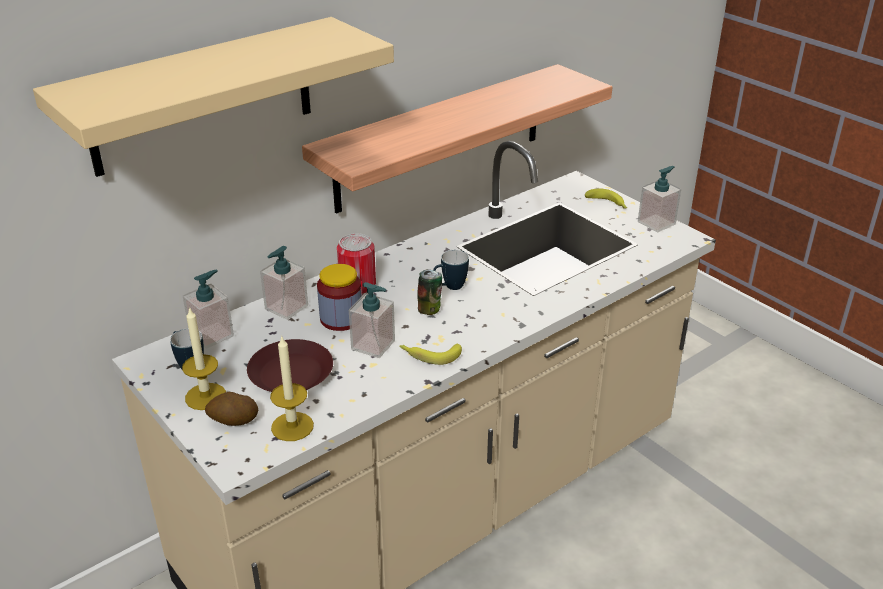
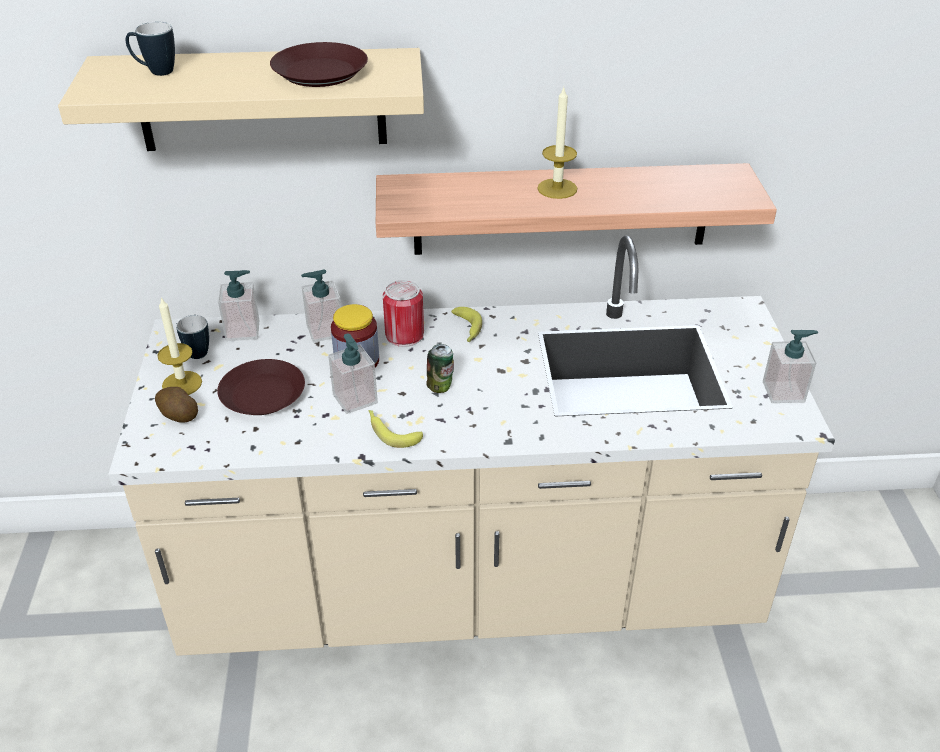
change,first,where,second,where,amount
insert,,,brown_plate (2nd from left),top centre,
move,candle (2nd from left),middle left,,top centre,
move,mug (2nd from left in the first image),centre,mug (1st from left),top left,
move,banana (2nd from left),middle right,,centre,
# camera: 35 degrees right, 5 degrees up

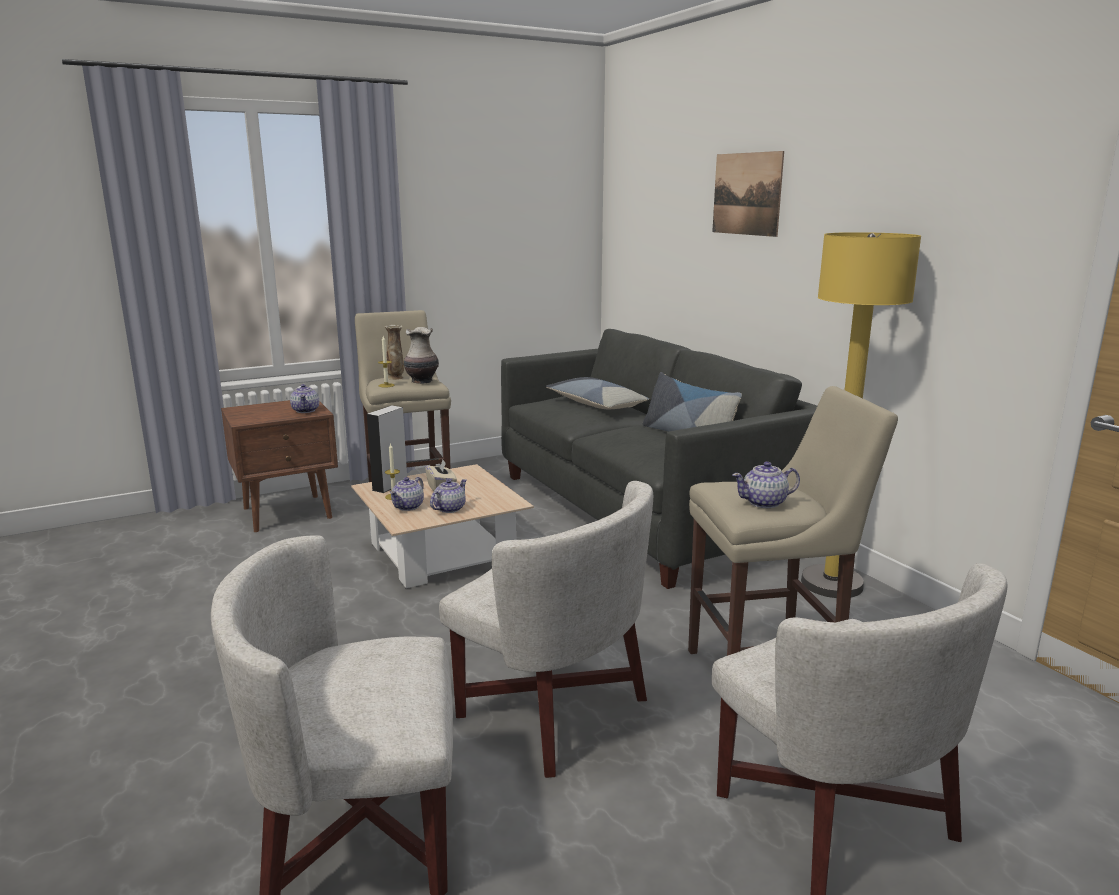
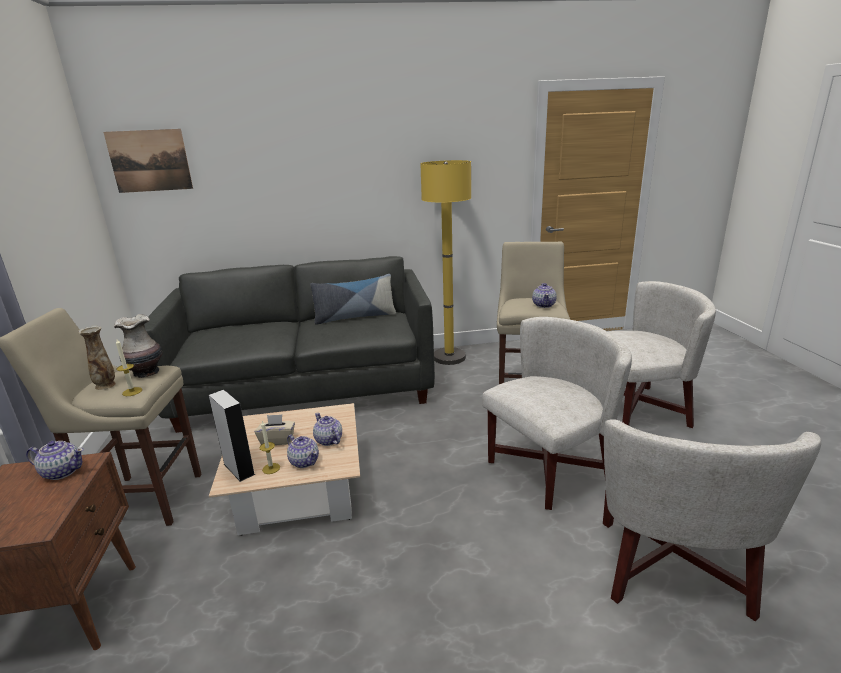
change,first,where,second,where,amount
delete,pillow (1st from left),centre,,,
move,picture,top right,,top left,
# camera: 70 degrees left, 5 degrees up

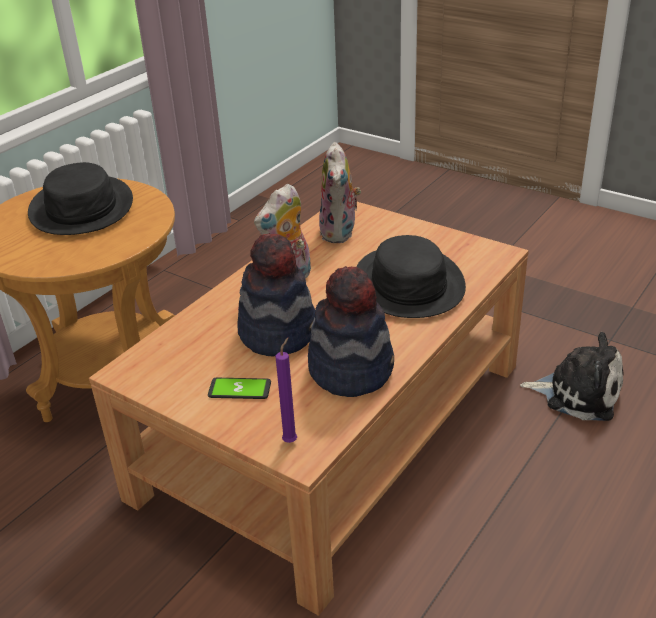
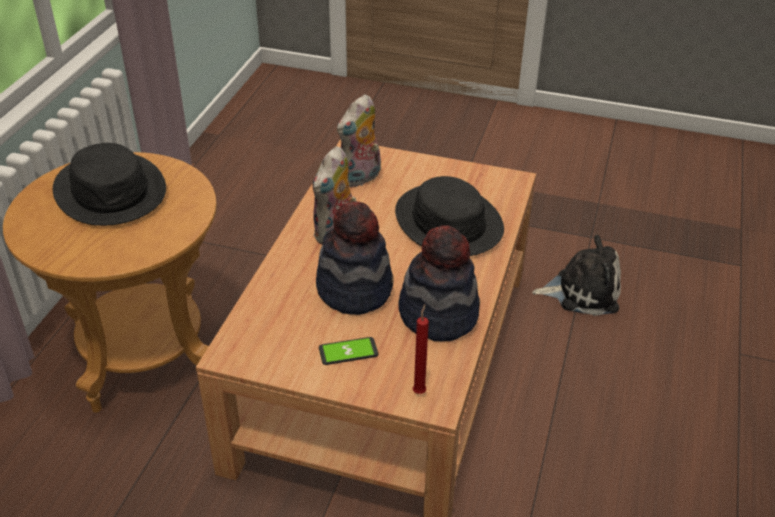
change,first,where,second,where,amount
recolor,purple_candle,centre,red_candle,bottom centre,
rotate,plush_toy (2nd from left),top centre,,top centre,60 degrees clockwise
# camera: 20 degrees left, 5 degrees up

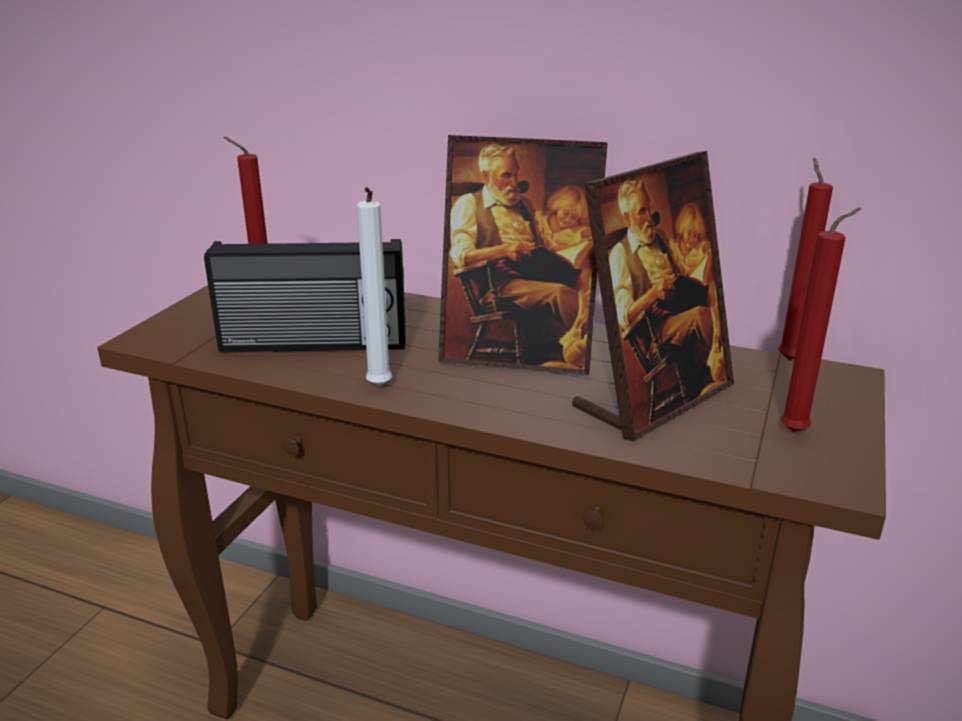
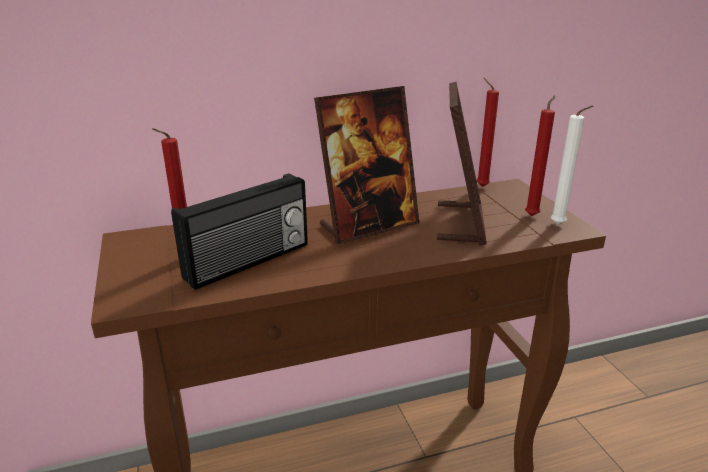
change,first,where,second,where,amount
move,white_candle,centre,,middle right,
# camera: 40 degrees left, 0 degrees up

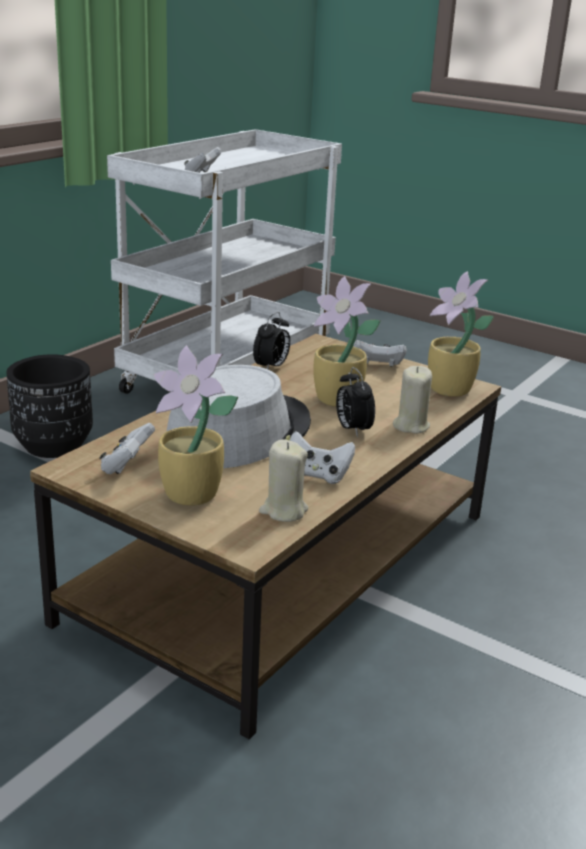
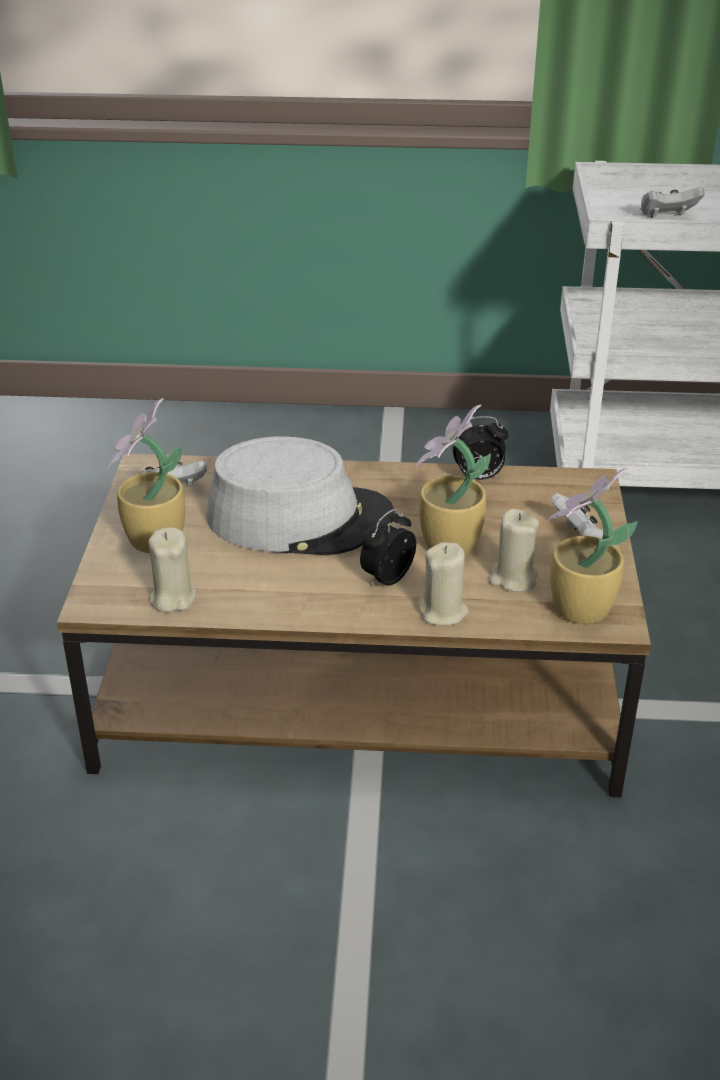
change,first,where,second,where,amount
delete,black_planter,middle left,,,
delete,white_game_controller (3rd from left),centre,,,
insert,,,beige_candle (3rd from left),middle right,
# camera: 60 degrees right, 10 degrees up

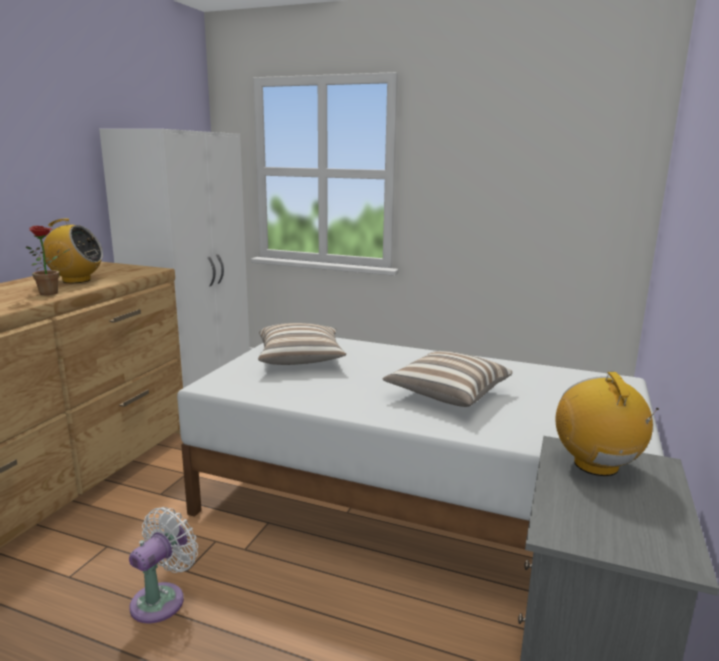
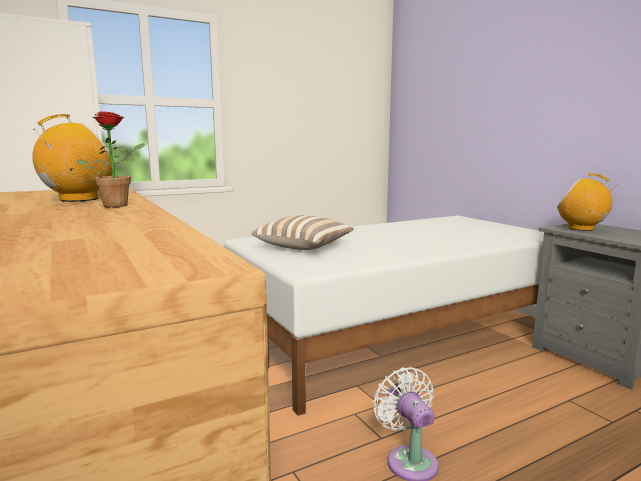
change,first,where,second,where,amount
delete,pillow (2nd from left),centre,,,
# camera: 50 degrees left, 5 degrees down

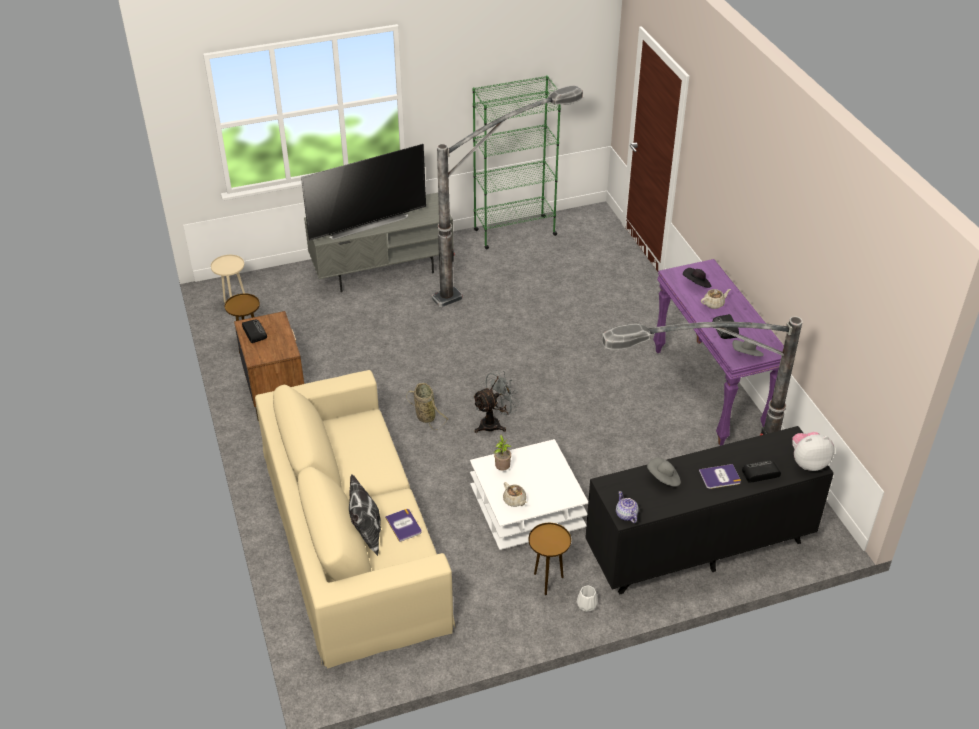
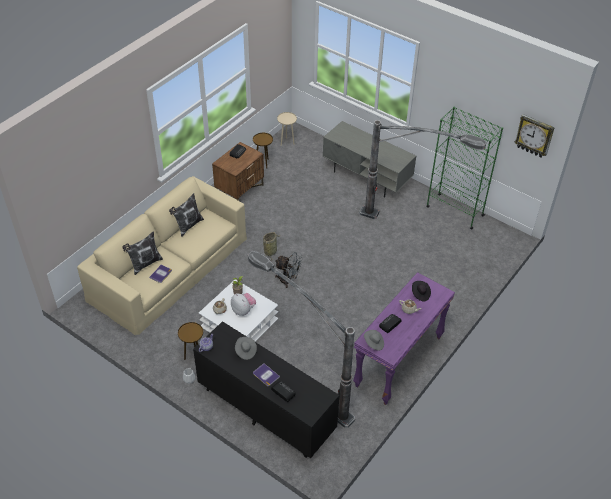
change,first,where,second,where,amount
delete,television,top centre,,,
insert,,,pillow (2nd from left),middle left,
insert,,,wall_clock,top right,
move,plush_toy,middle right,,centre,
# camera: 55 degrees right, 5 degrees up

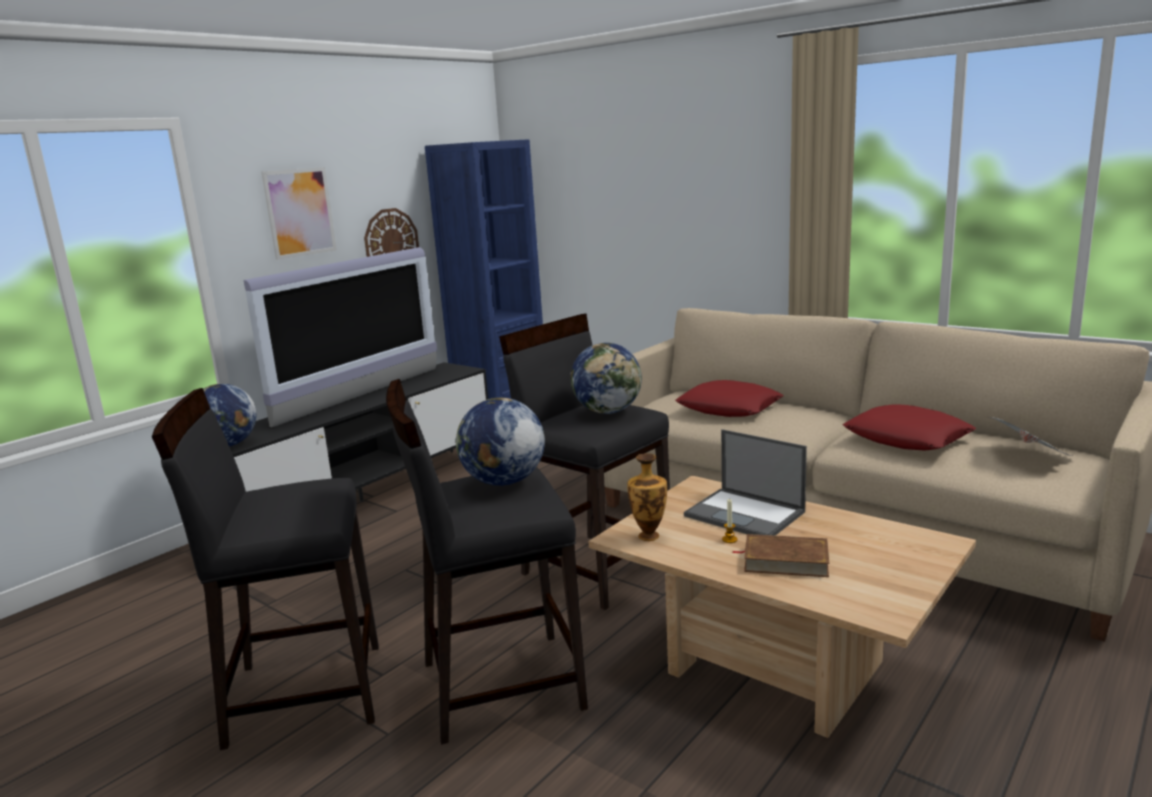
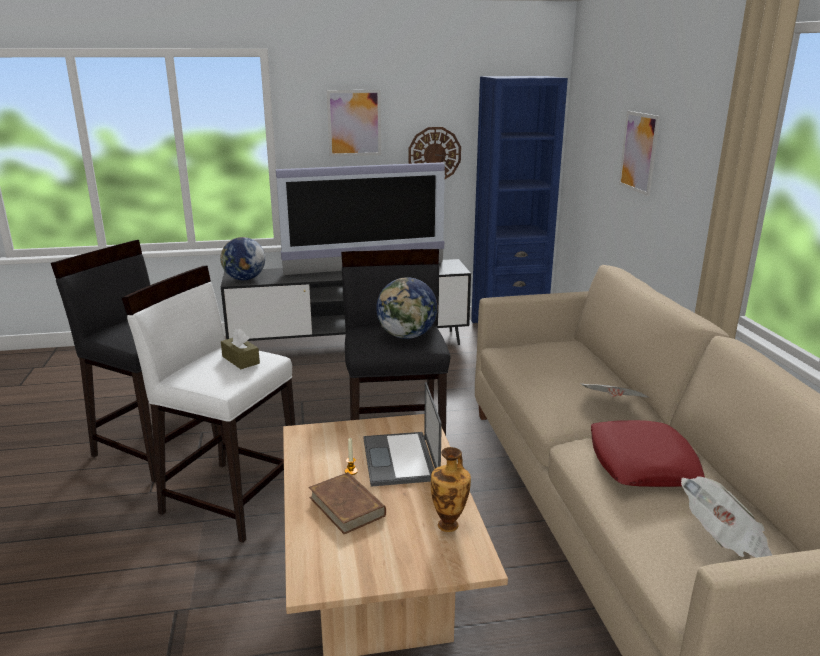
change,first,where,second,where,amount
delete,red_pillow (1st from left),centre,,,
insert,,,newspaper (1st from left),middle right,
insert,,,picture (2nd from left),top right,
move,vase,centre,,bottom centre,
replace,globe (2nd from left),centre,brown_tissue_box,middle left,
recolor,black_stool (2nd from left),bottom centre,white_stool,middle left,
# camera: 40 degrees right, 5 degrees up

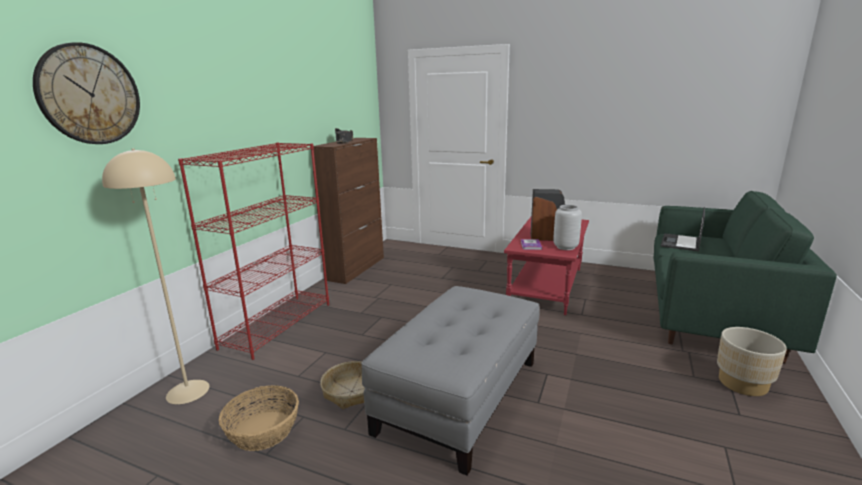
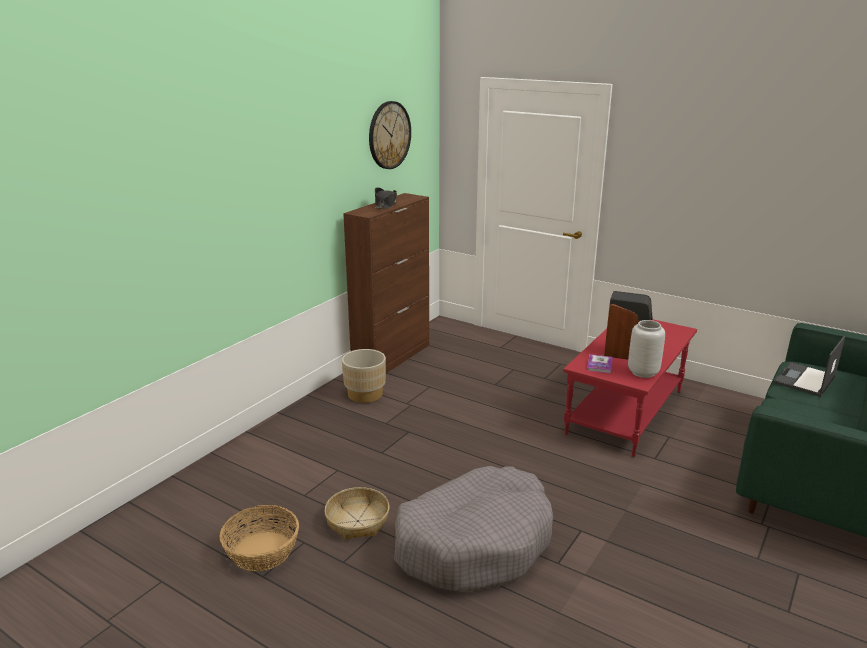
change,first,where,second,where,amount
delete,beige_floor_lamp,middle left,,,
delete,red_bookcase,middle left,,,
move,wall_clock,top left,,top centre,
move,beige_planter,bottom right,,centre,
replace,grey_ottoman,bottom centre,grey_dog_bed,bottom centre,
# camera: 10 degrees right, 5 degrees up

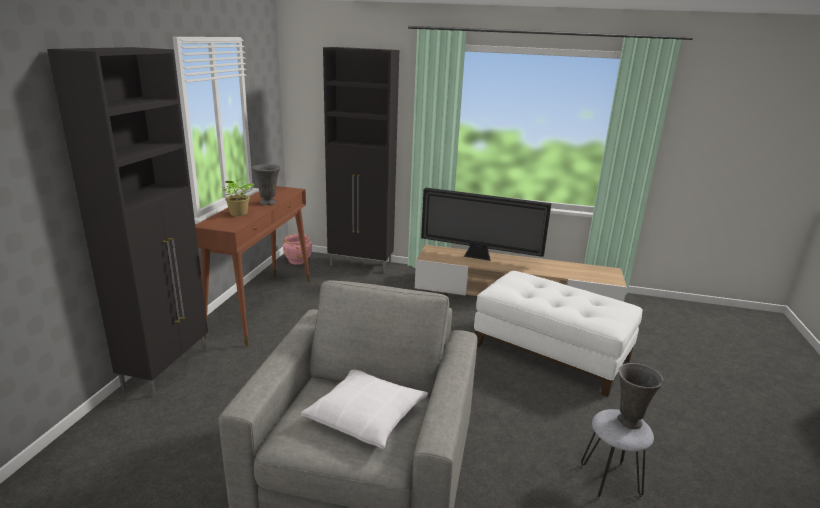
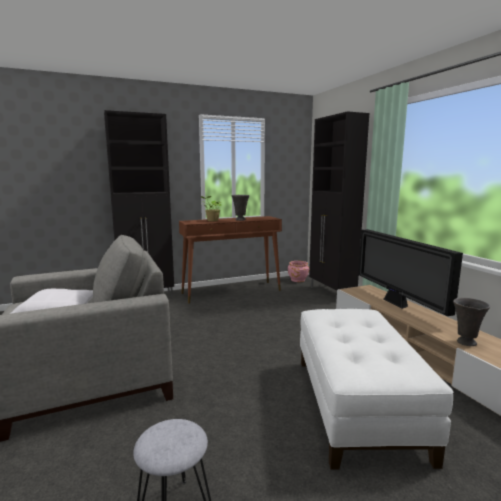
change,first,where,second,where,amount
move,grey_vase (2nd from left),bottom right,,middle right,
# camera: 55 degrees right, 10 degrees down

